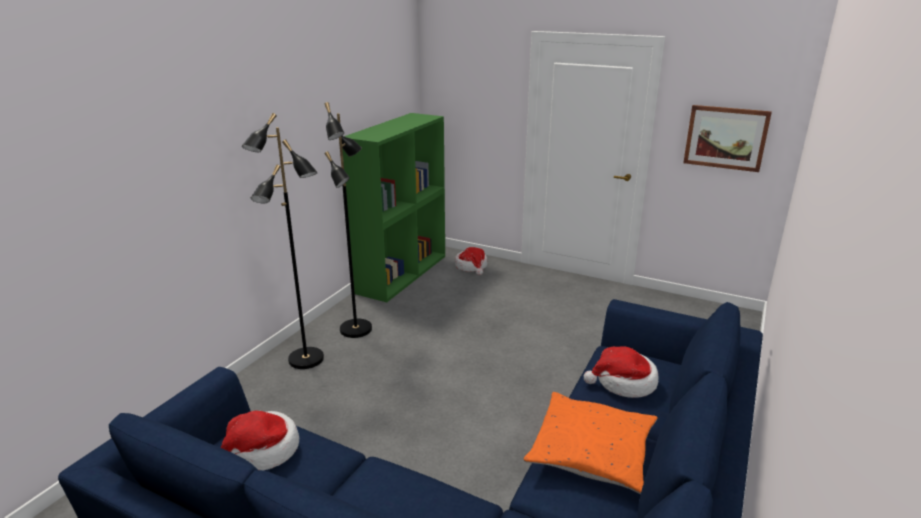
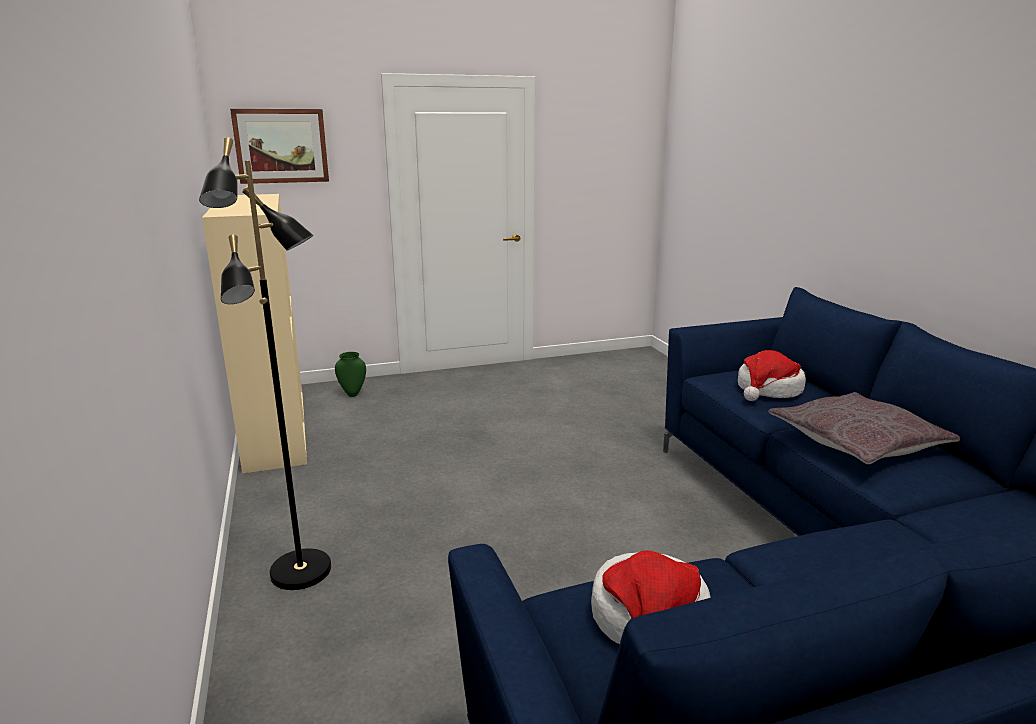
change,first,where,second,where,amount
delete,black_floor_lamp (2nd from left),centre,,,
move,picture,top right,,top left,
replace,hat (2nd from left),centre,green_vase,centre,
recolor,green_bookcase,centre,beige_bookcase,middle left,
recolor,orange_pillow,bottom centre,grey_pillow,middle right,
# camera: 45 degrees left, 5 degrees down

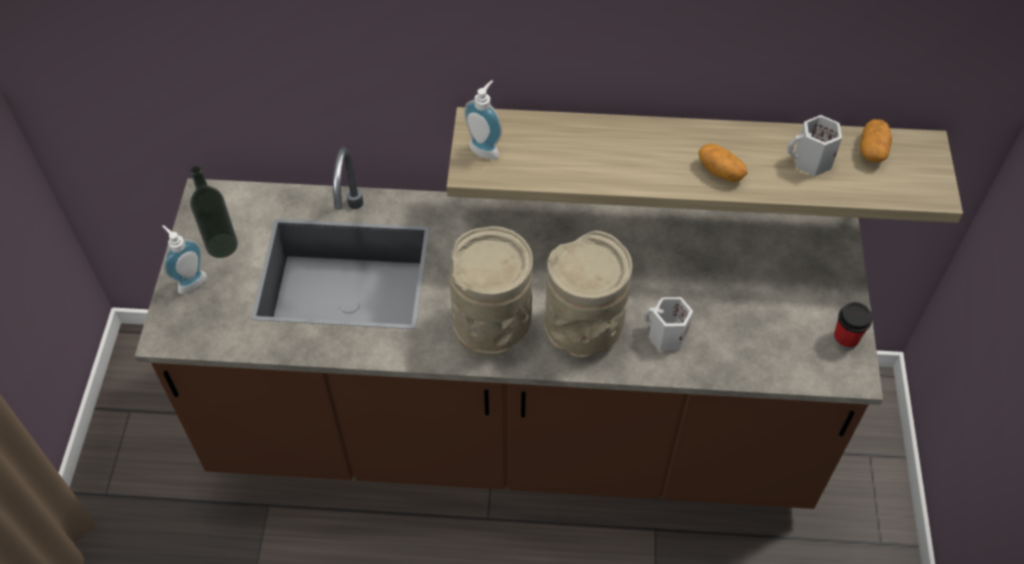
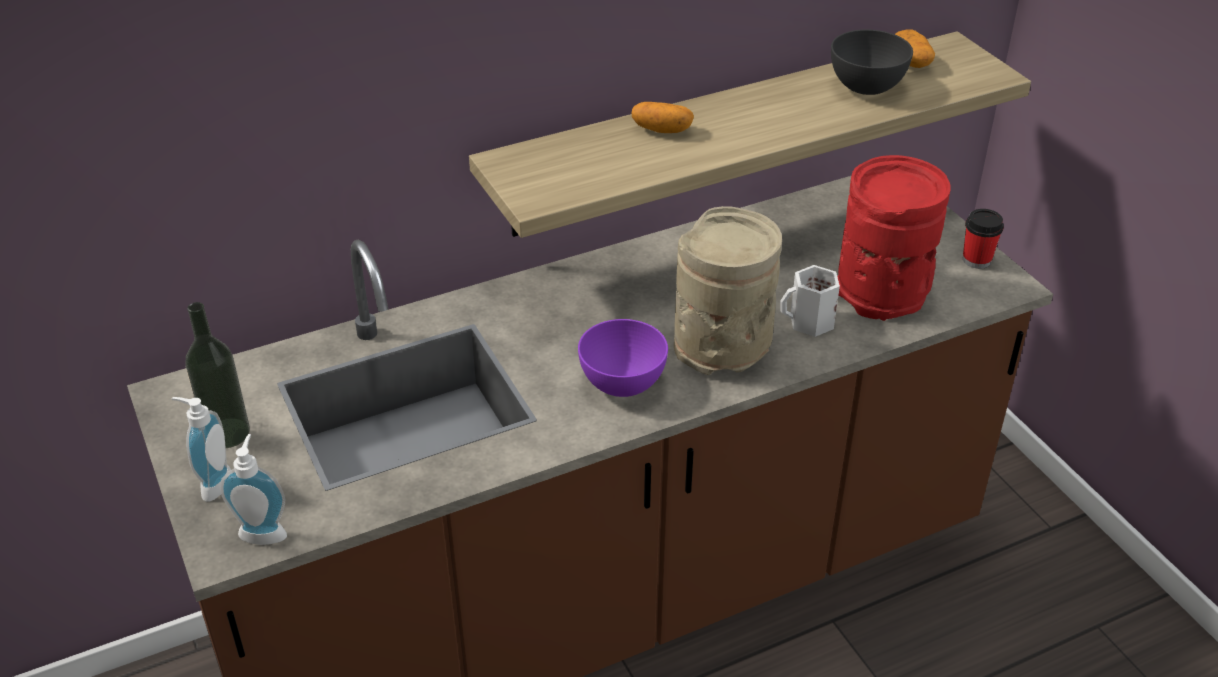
change,first,where,second,where,amount
insert,,,red_vase,middle right,
move,soap_dispenser (2nd from left),top centre,,bottom left,
move,potato (1st from left),top right,,top centre,
replace,beige_vase (1st from left),centre,purple_bowl,centre,
replace,white_mug (2nd from left),top right,grey_bowl,top right,
# camera: 30 degrees left, 15 degrees down

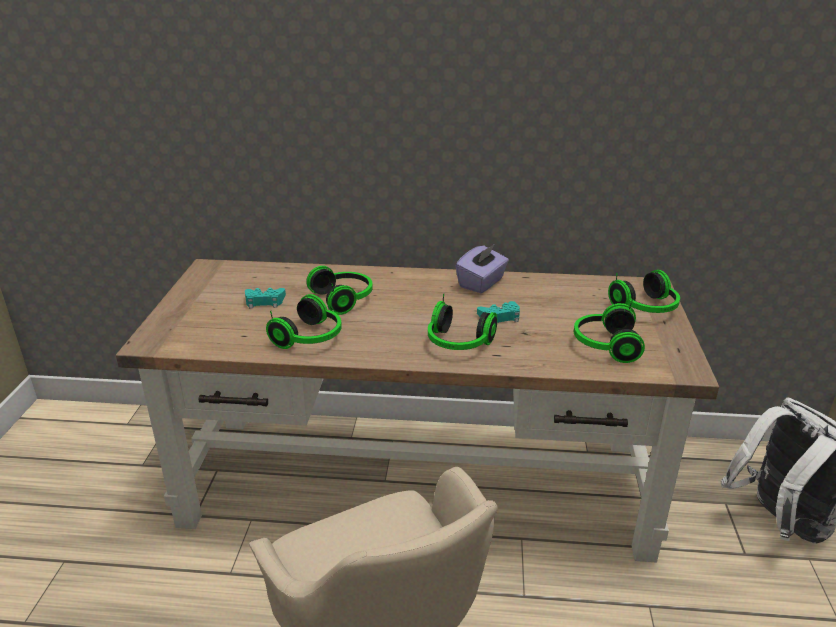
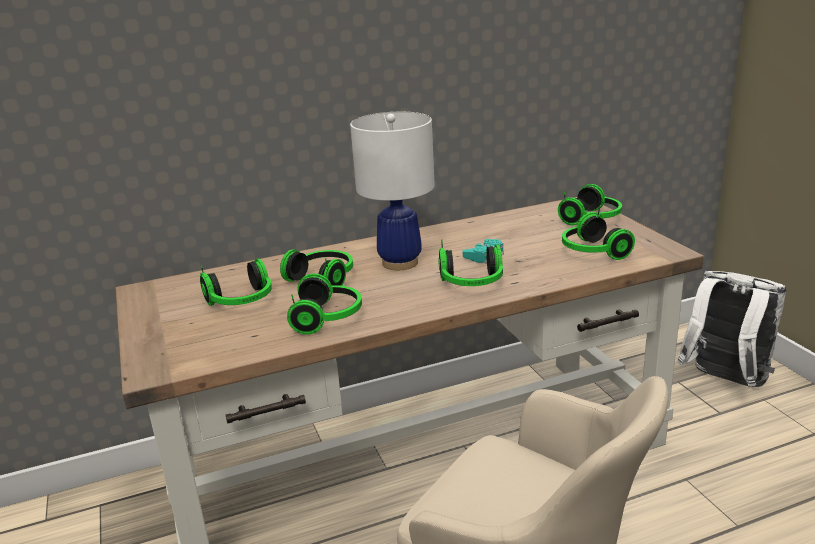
change,first,where,second,where,amount
delete,purple_tissue_box,centre,,,
insert,,,white_table_lamp,centre,
replace,turquoise_game_controller (1st from left),middle left,headphones (1st from left),middle left,
# camera: 25 degrees left, 5 degrees down

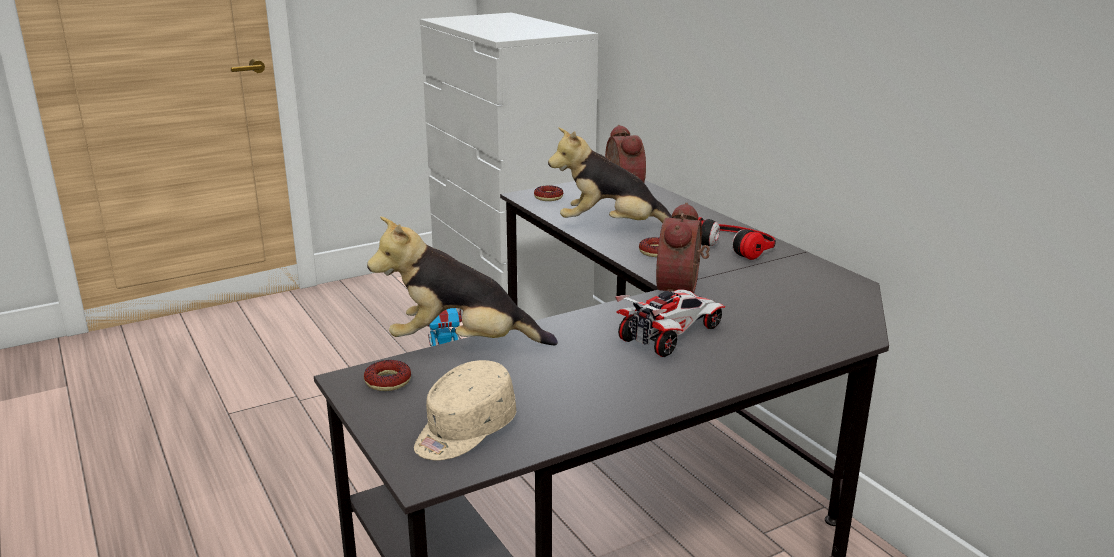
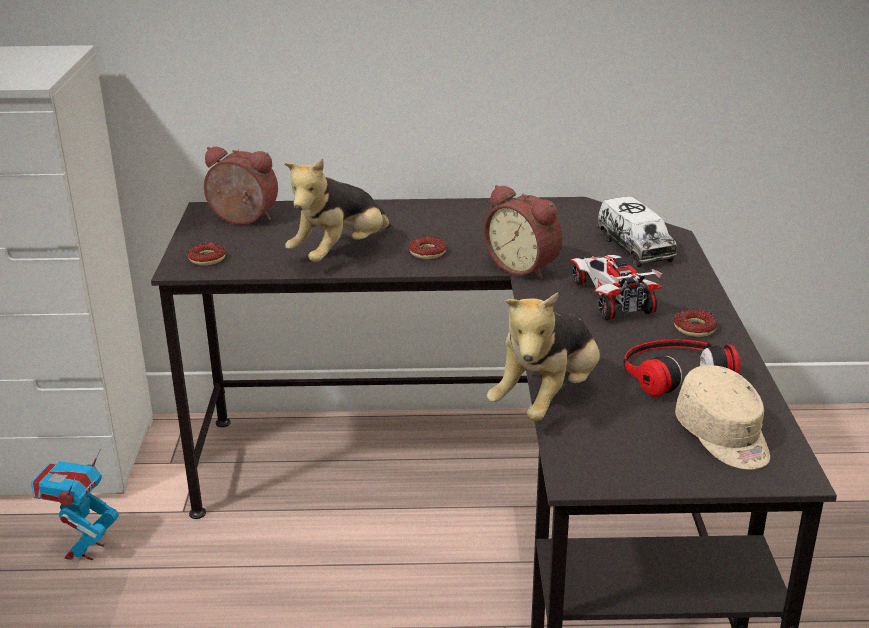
change,first,where,second,where,amount
insert,,,toy_truck,middle right,
move,donut (1st from left in the first image),bottom centre,donut (3rd from left),middle right,
move,headphones,centre,,middle right,
# camera: 60 degrees left, 5 degrees up

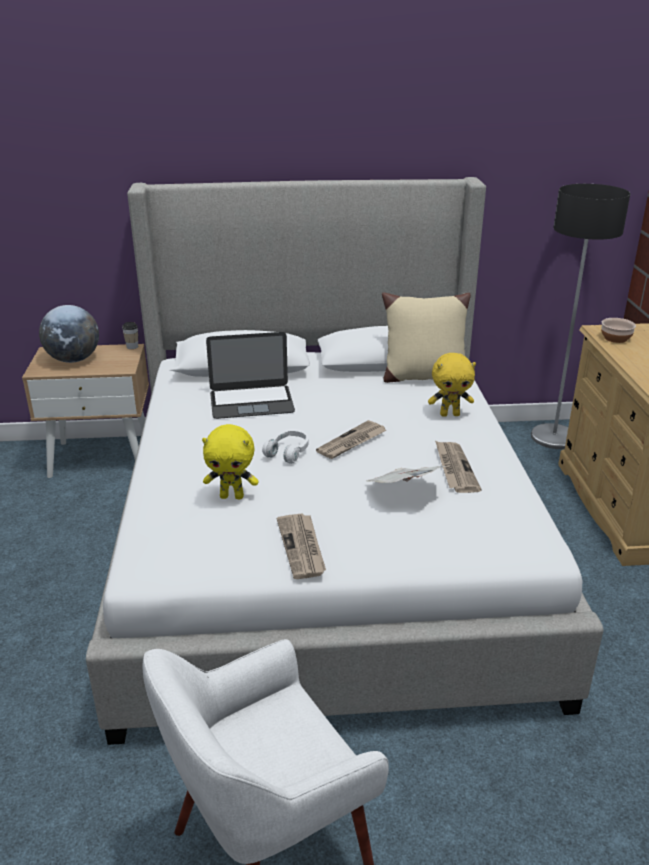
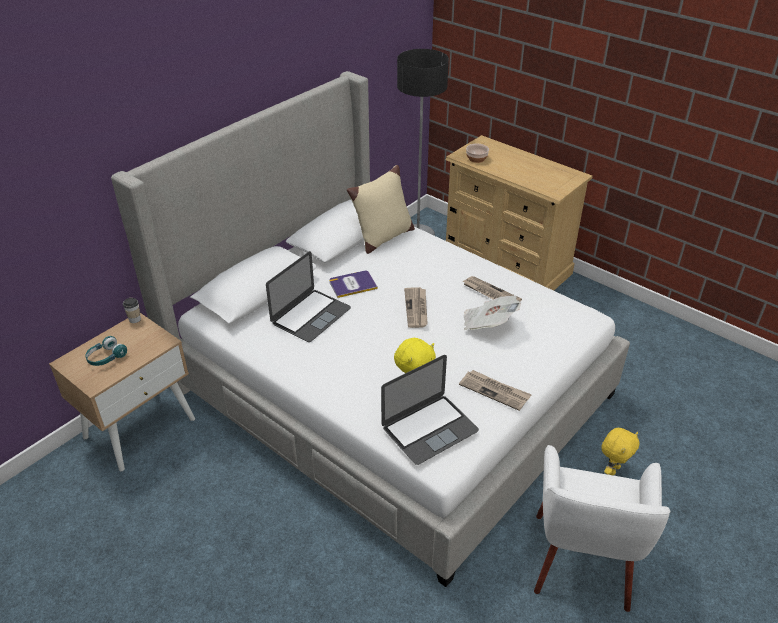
change,first,where,second,where,amount
delete,white_headphones,centre,,,
insert,,,book,centre,
insert,,,laptop (2nd from left),centre,
move,yellow_plush_toy (2nd from left),middle right,,bottom right,
replace,globe,middle left,turquoise_headphones,middle left,
# camera: 45 degrees left, 10 degrees up

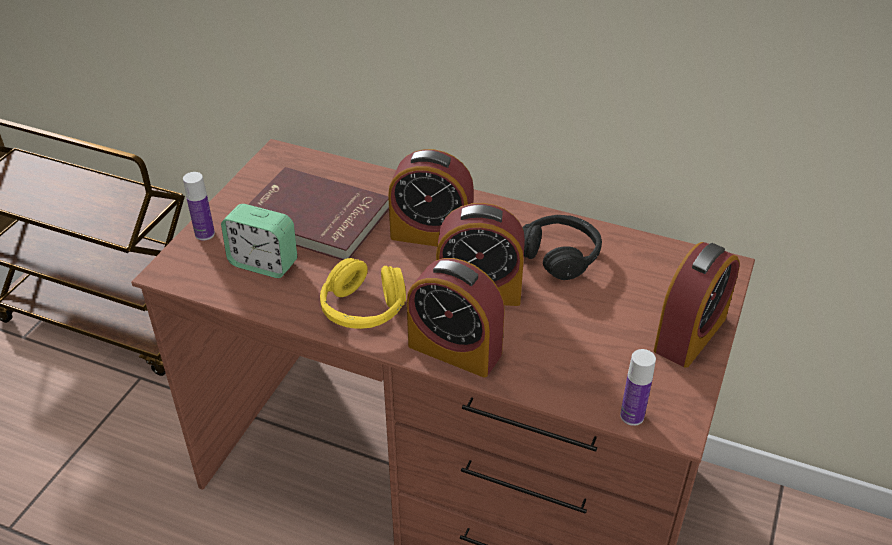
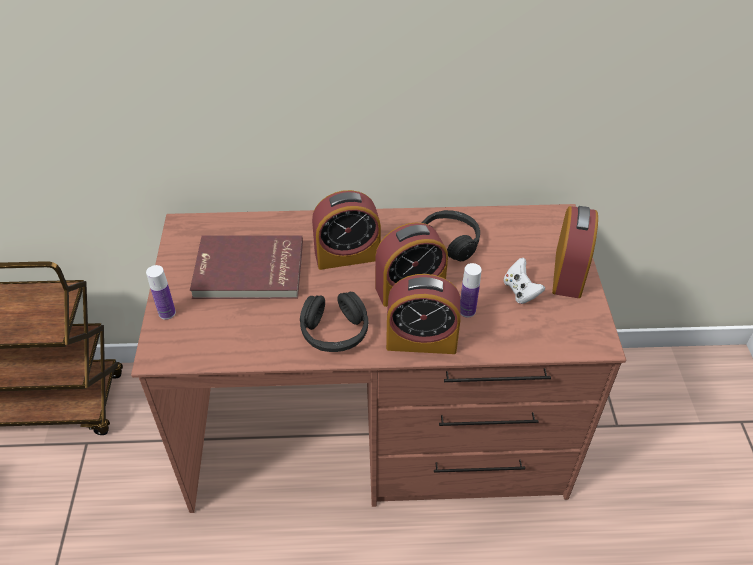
change,first,where,second,where,amount
delete,alarm_clock (1st from left),middle left,,,
insert,,,white_game_controller,middle right,
move,bottle (2nd from left),bottom right,,centre,
recolor,yellow_headphones,centre,black_headphones (1st from left),centre,
# camera: 25 degrees left, 5 degrees up

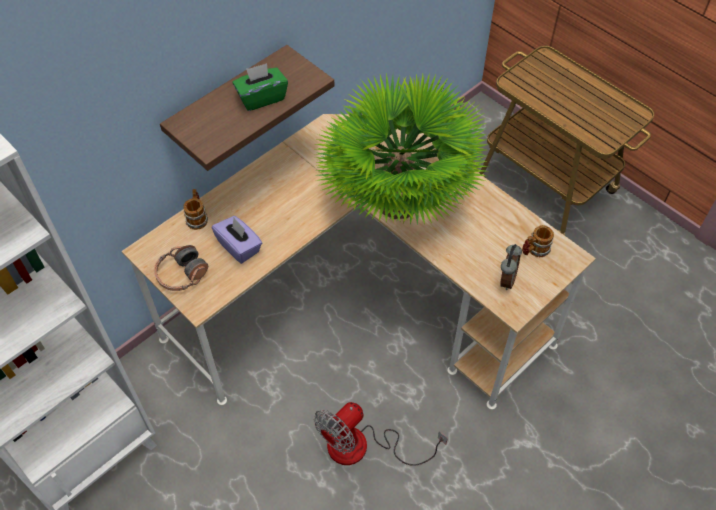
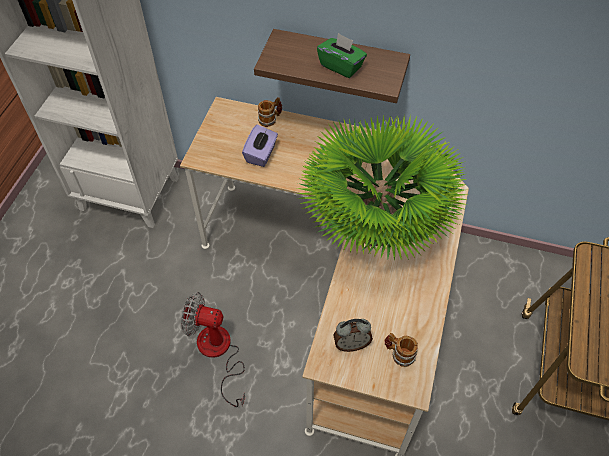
change,first,where,second,where,amount
delete,headphones,middle left,,,
# camera: 60 degrees right, 0 degrees up

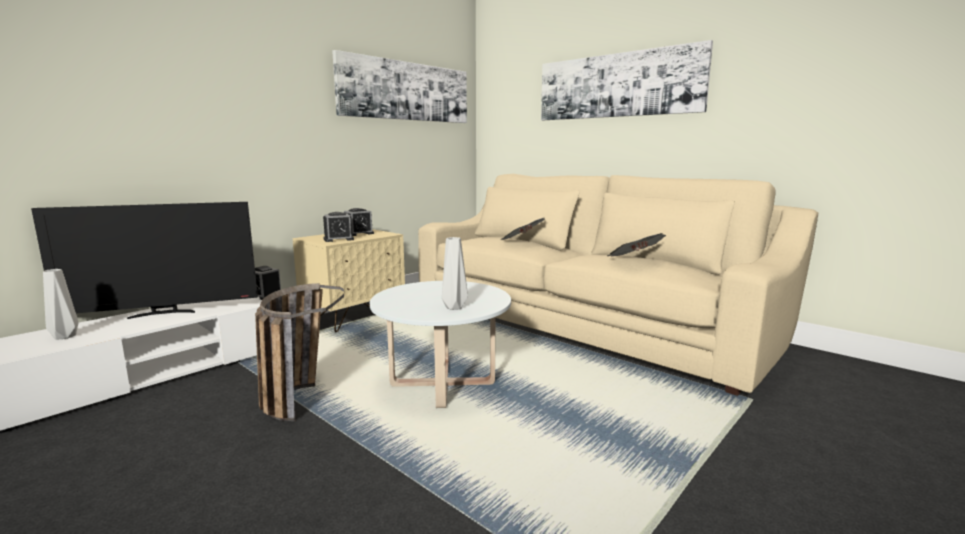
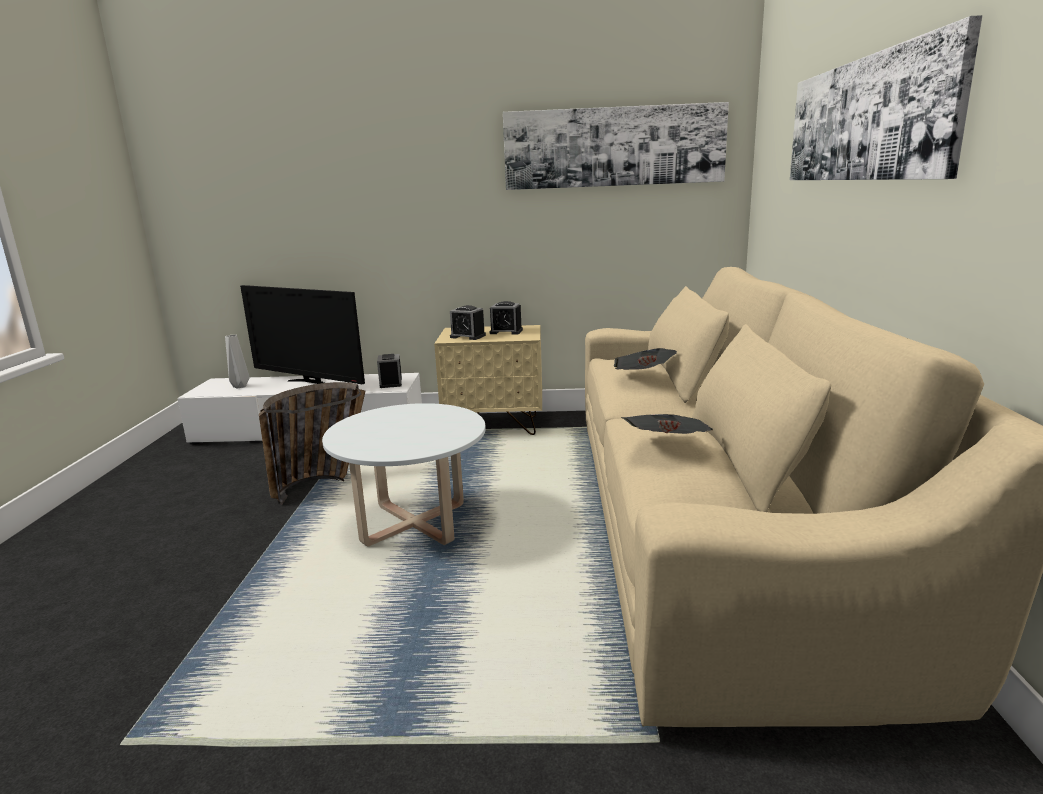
change,first,where,second,where,amount
delete,grey_vase (2nd from left),centre,,,
# camera: 50 degrees right, 5 degrees up

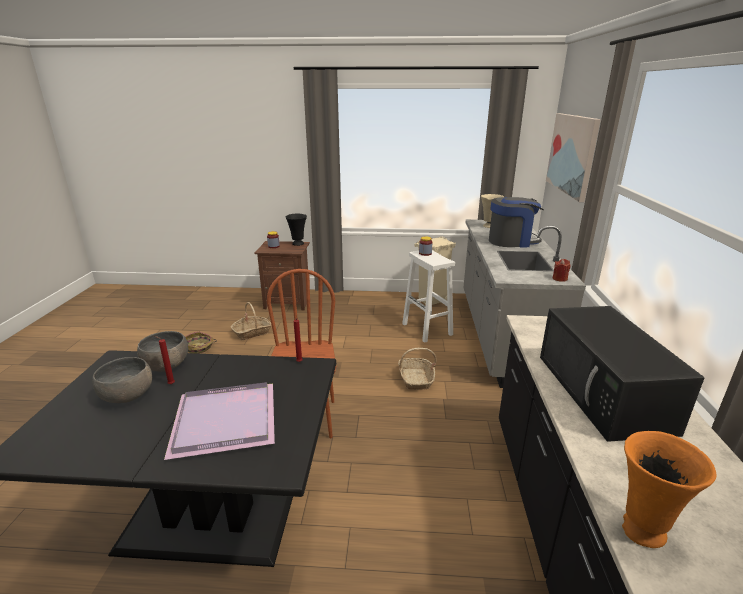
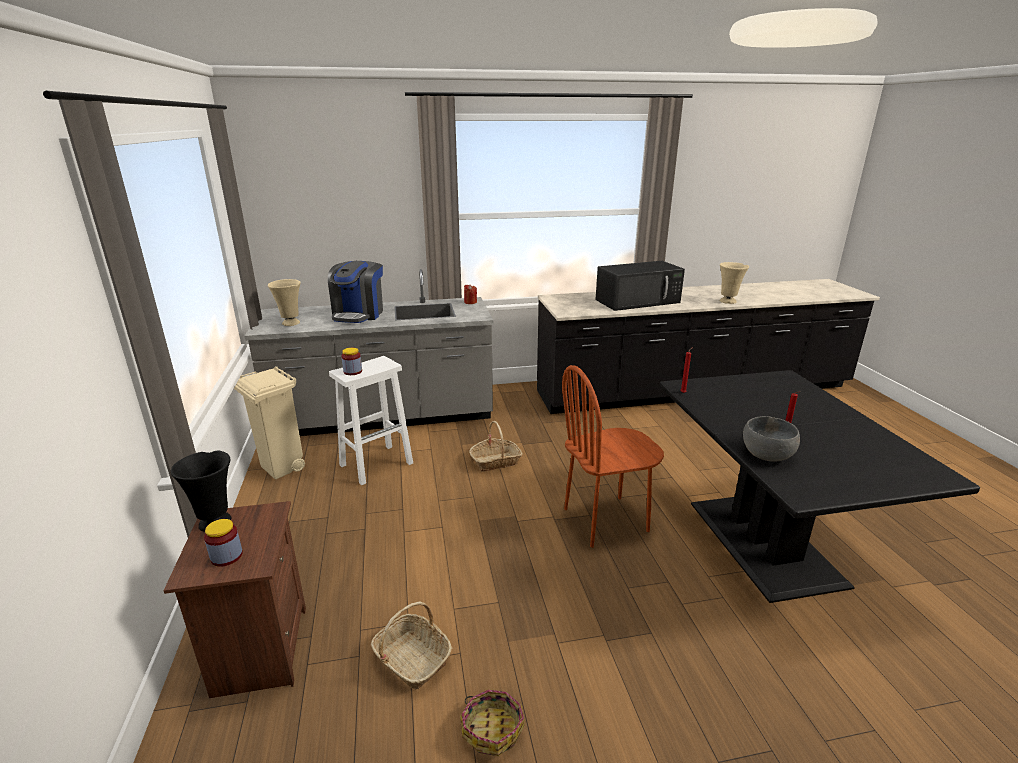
change,first,where,second,where,amount
delete,grey_bowl (1st from left),middle left,,,
delete,purple_tray,bottom left,,,
delete,picture,top right,,,
recolor,orange_vase,bottom right,beige_vase (2nd from left),middle right,
rotate,coffee_machine,middle right,,centre,150 degrees counterclockwise
# camera: 105 degrees left, 0 degrees up

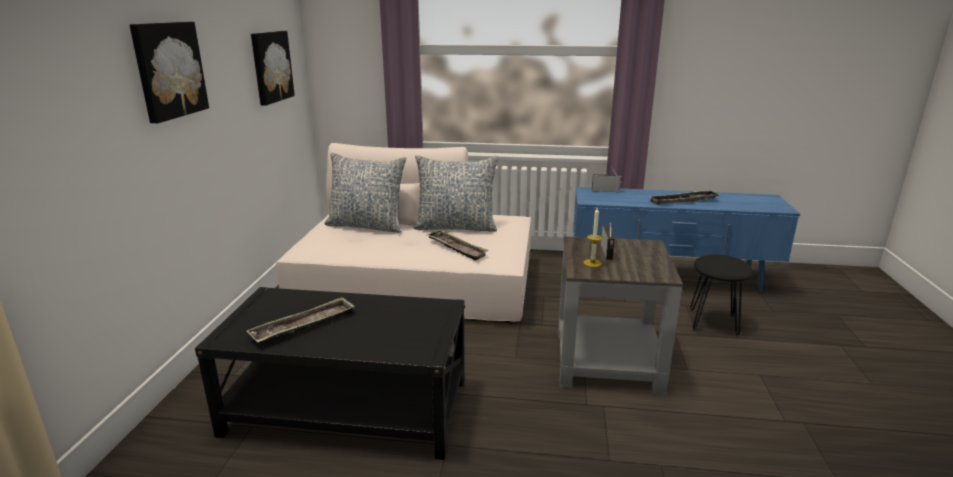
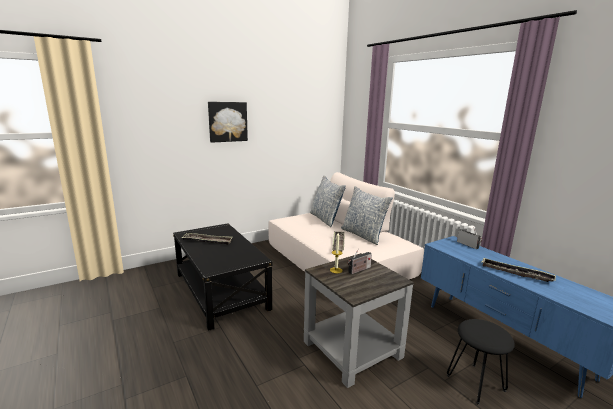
change,first,where,second,where,amount
delete,picture (2nd from left),top left,,,
# camera: 50 degrees right, 5 degrees down

